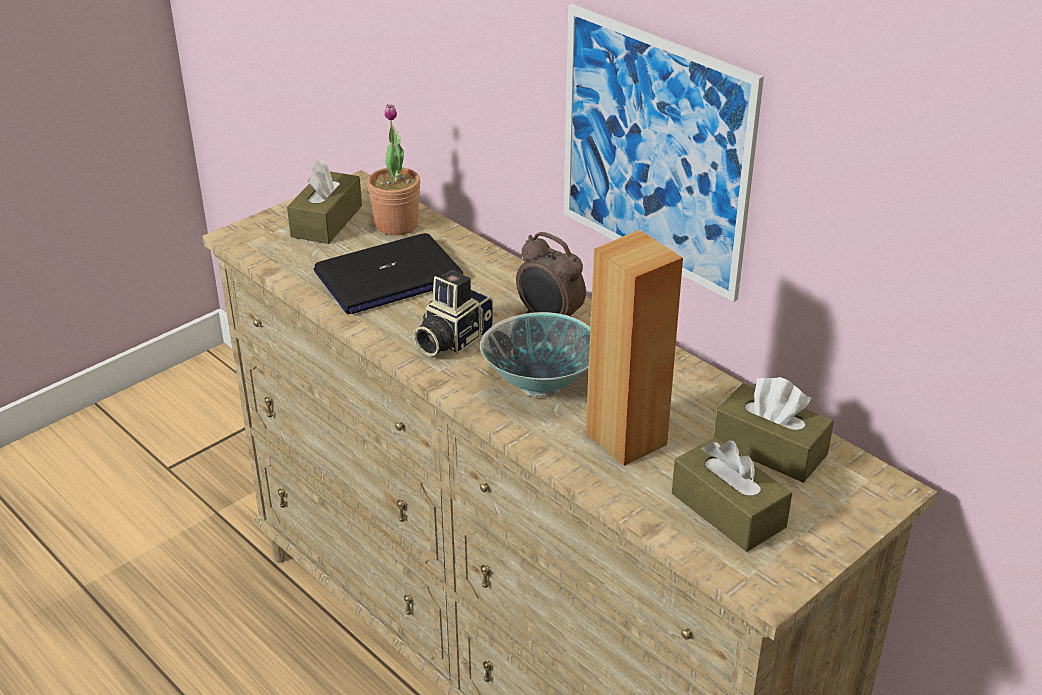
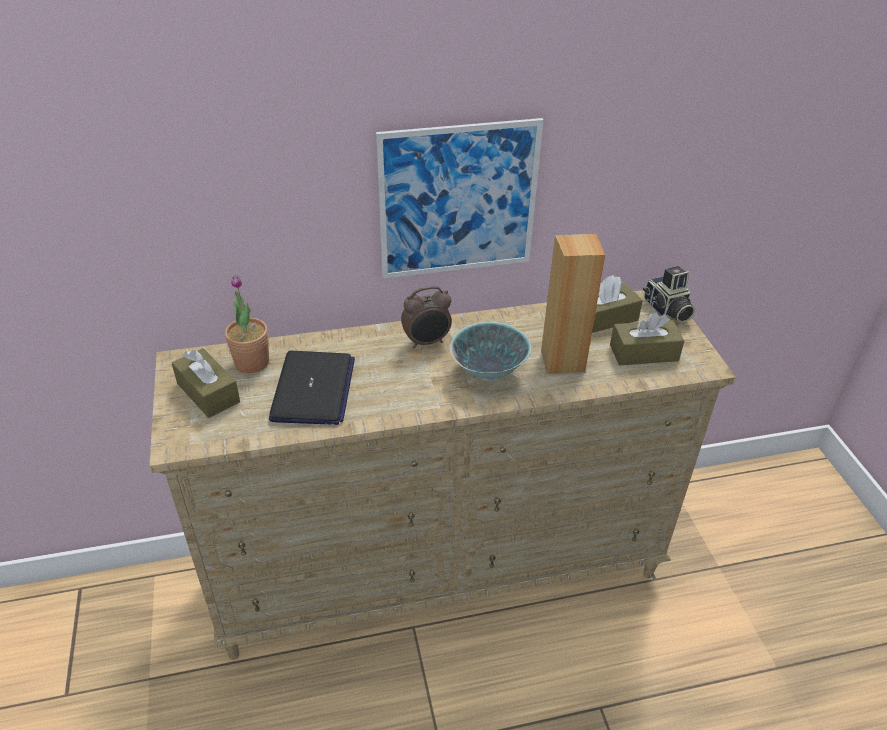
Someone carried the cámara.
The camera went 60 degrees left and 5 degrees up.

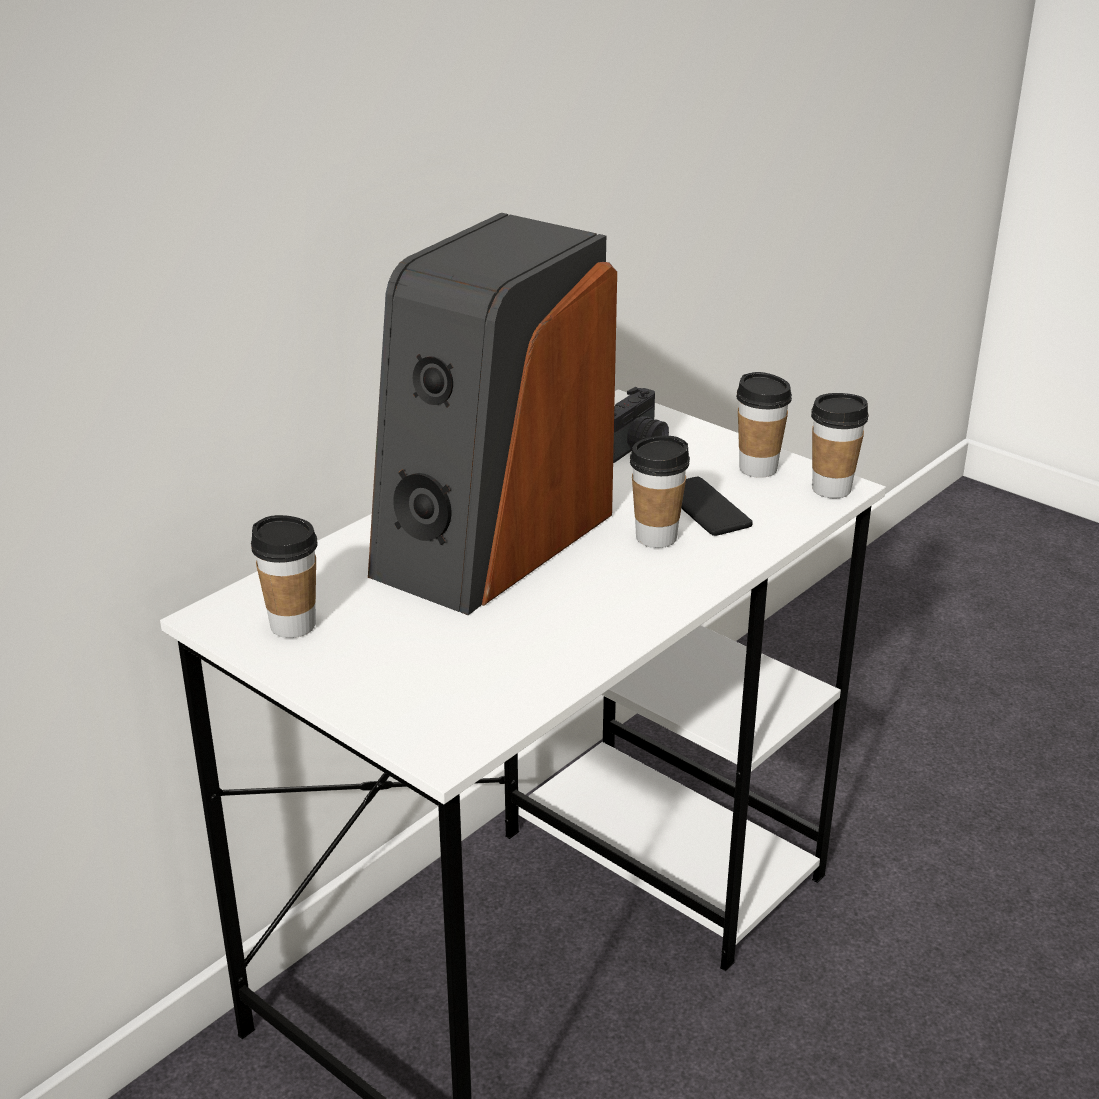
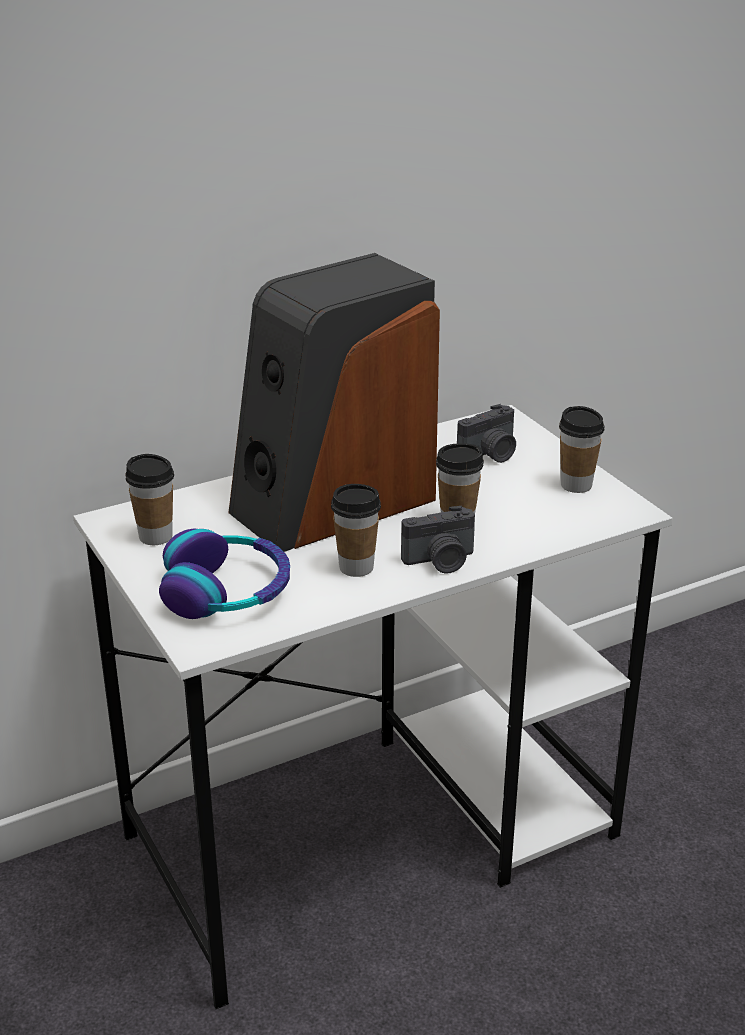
Someone took away the móvil.
Someone put down the auriculares.
Someone put down the cámara (1st from left).
Someone carried the taza (4th from left in the first image).
The camera went 20 degrees right and 0 degrees up.

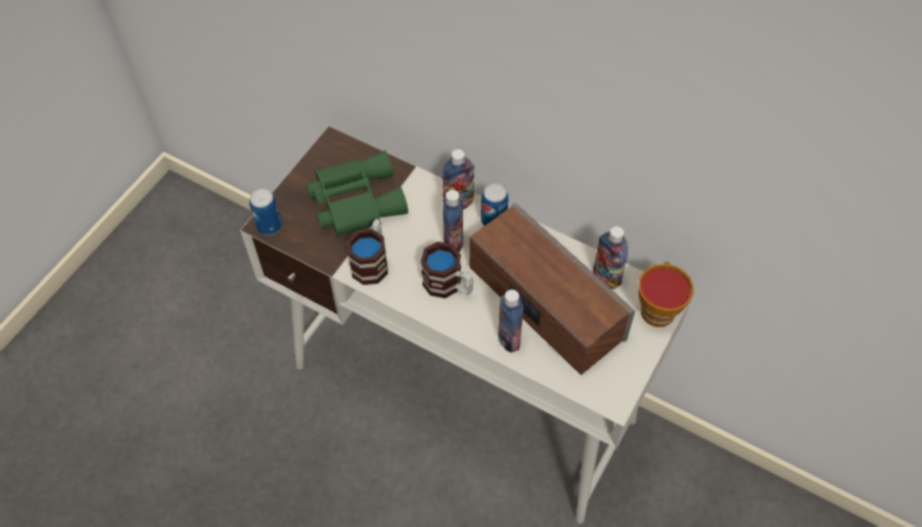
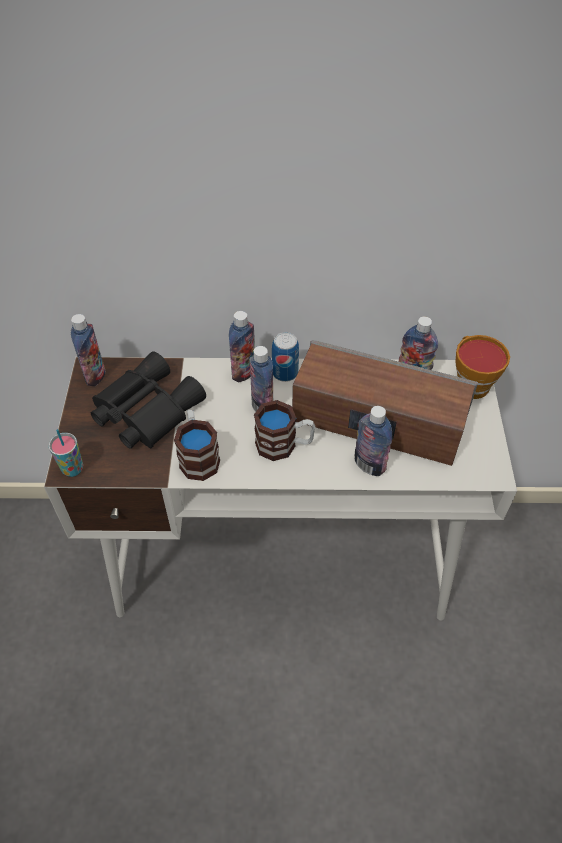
Someone put down the botella (1st from left).
Someone swapped the lata (1st from left) for the taza (1st from left).
Someone repainted the prismáticos/verde, which became the prismáticos/negro.
The camera went 30 degrees left and 5 degrees down.

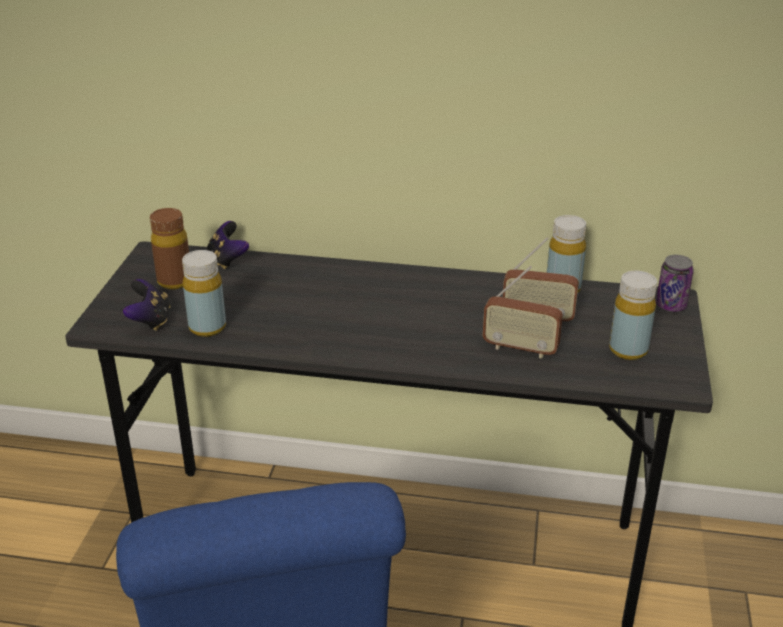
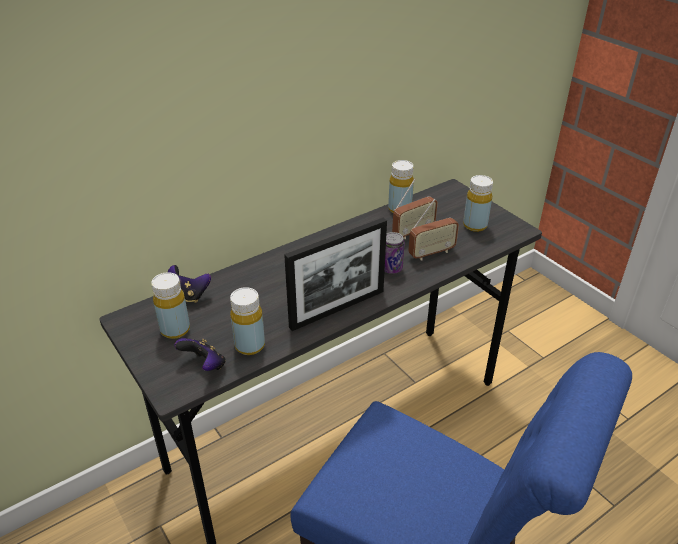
Someone put down the portarretratos.
Someone carried the lata.
Someone repainted the botella/marrón, which became the botella/amarillo (1st from left).
The camera went 45 degrees left and 5 degrees up.

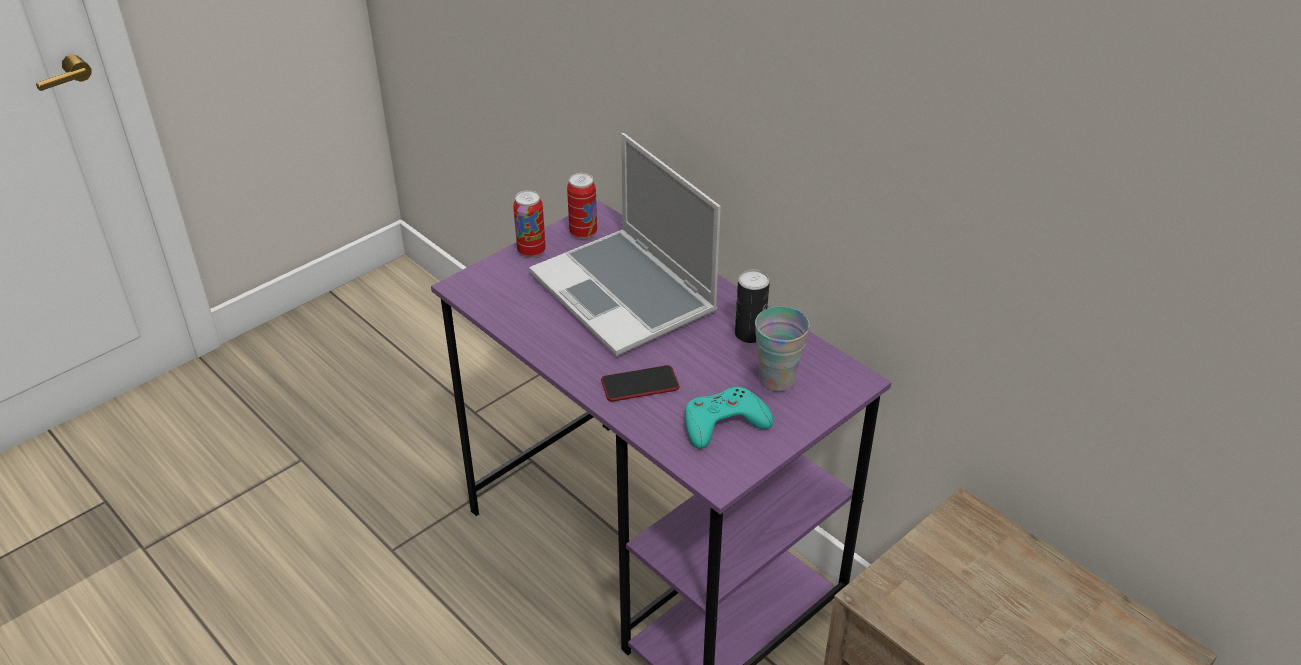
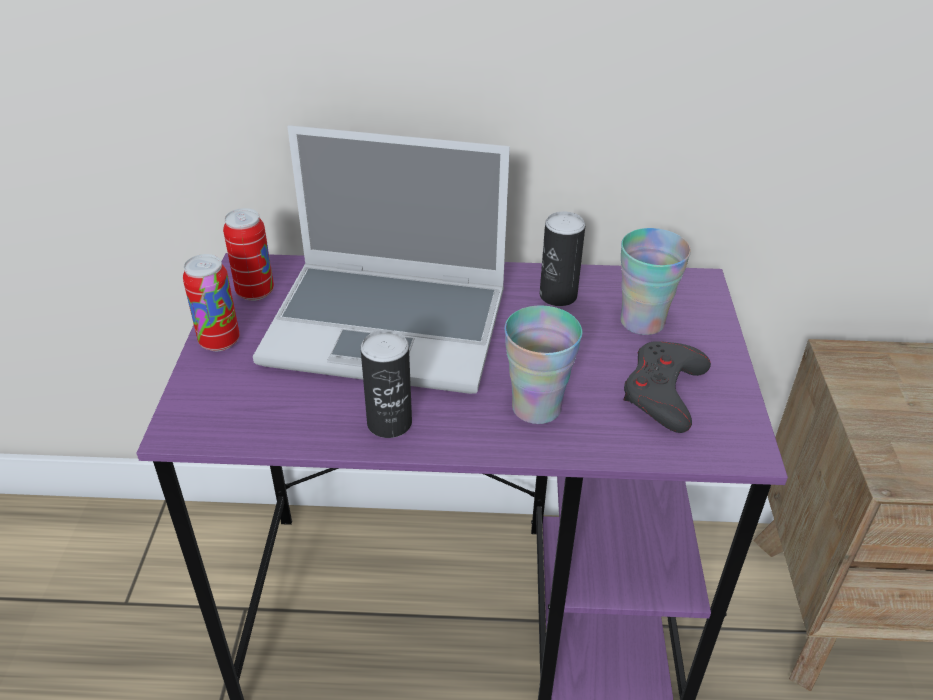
Someone put down the lata (3rd from left).
Someone swapped the móvil for the taza (1st from left).
Someone repainted the mando de consola/turquesa, which became the mando de consola/gris.
The camera went 45 degrees left and 0 degrees up.

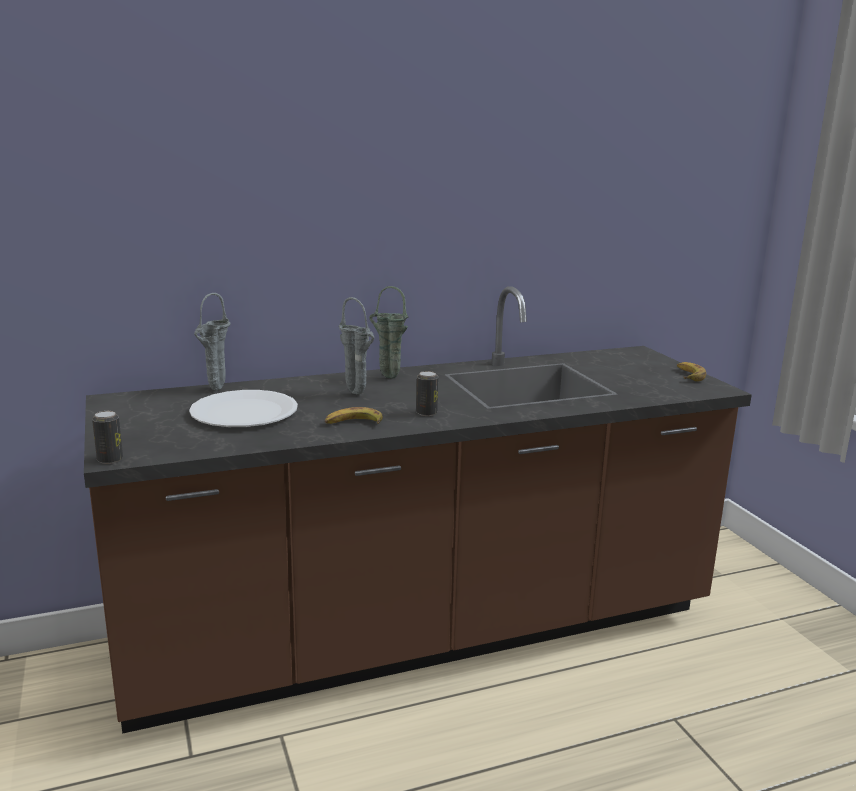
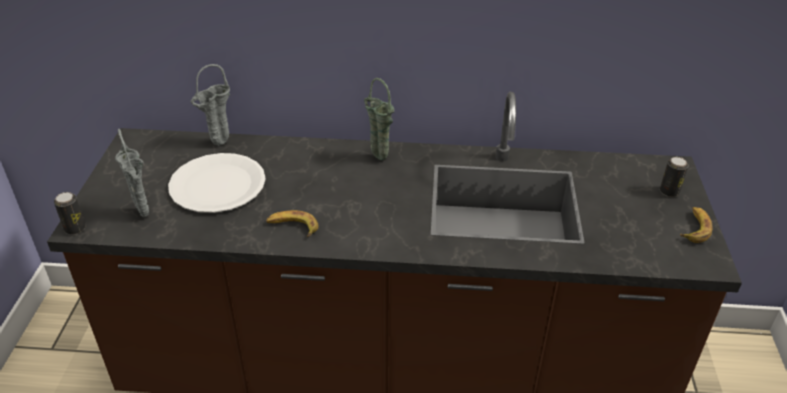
Someone carried the florero/gris (2nd from left in the first image).
Someone carried the lata (2nd from left).
The camera went 25 degrees right and 20 degrees up.

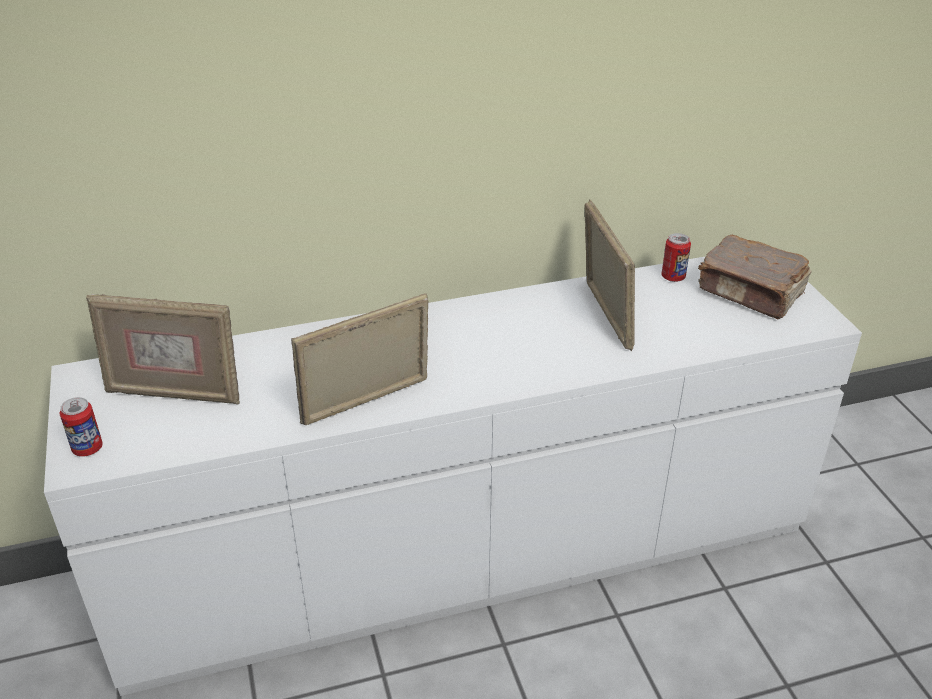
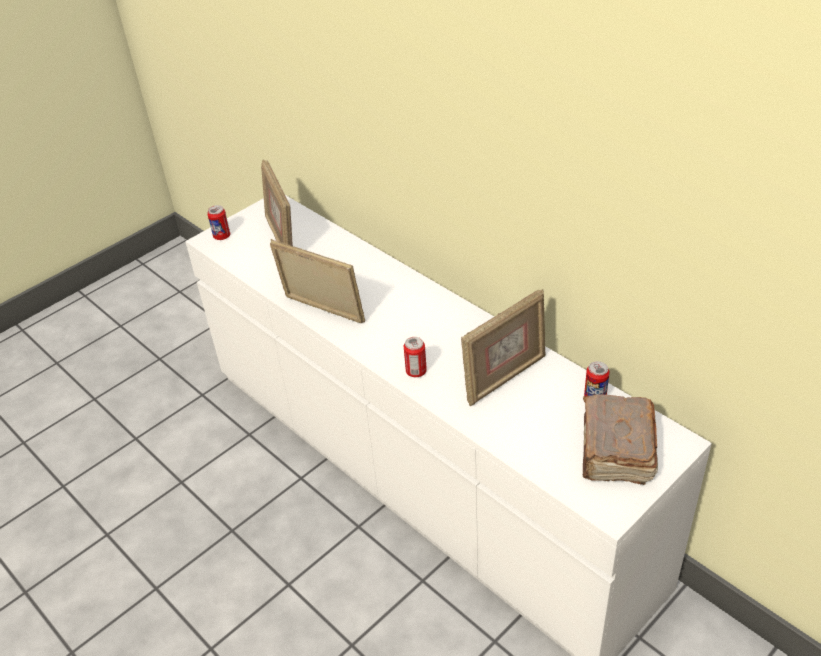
Someone put down the lata (2nd from left).
The camera went 65 degrees right and 5 degrees up.

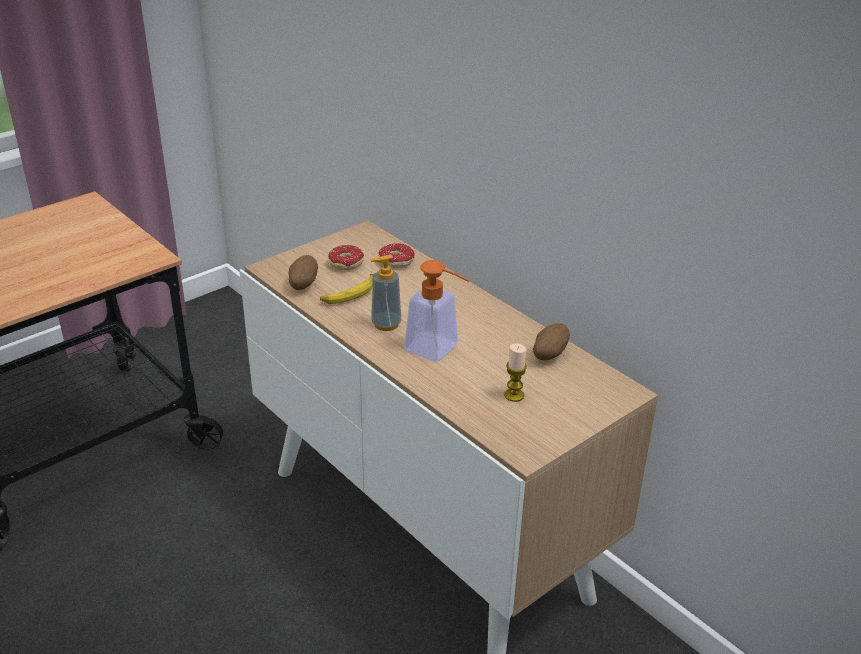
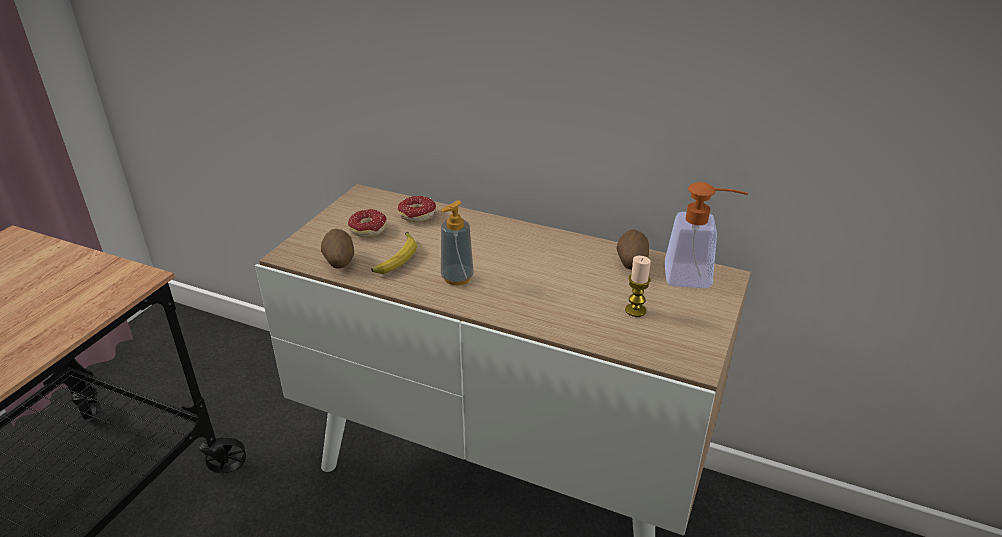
Someone carried the dispensador de jabón (2nd from left).
The camera went 25 degrees left and 0 degrees up.

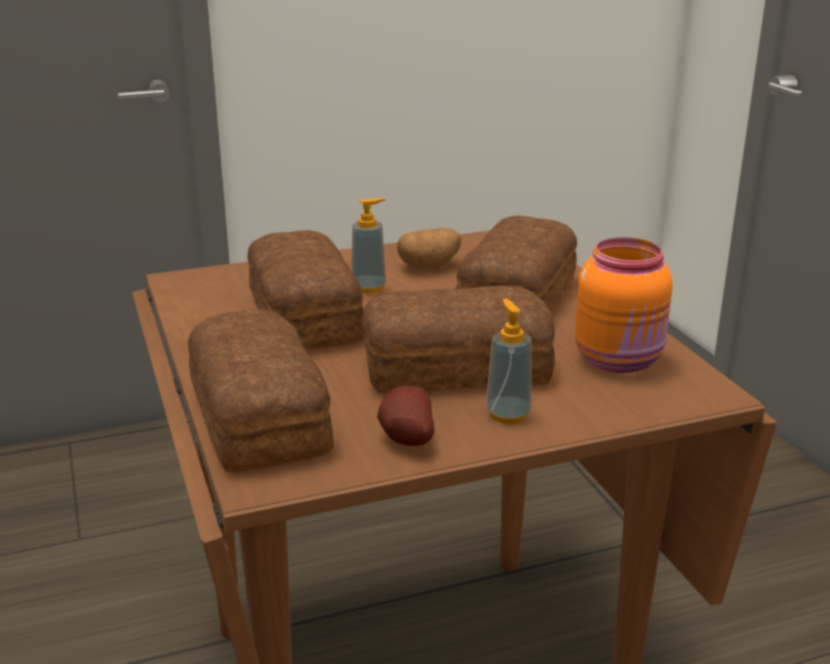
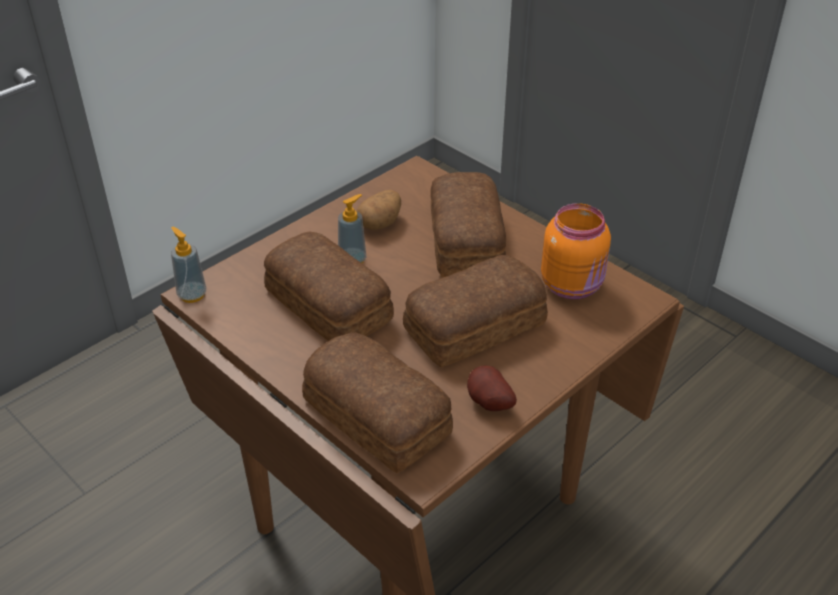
Someone carried the dispensador de jabón (2nd from left in the first image).
The camera went 25 degrees left and 15 degrees up.

